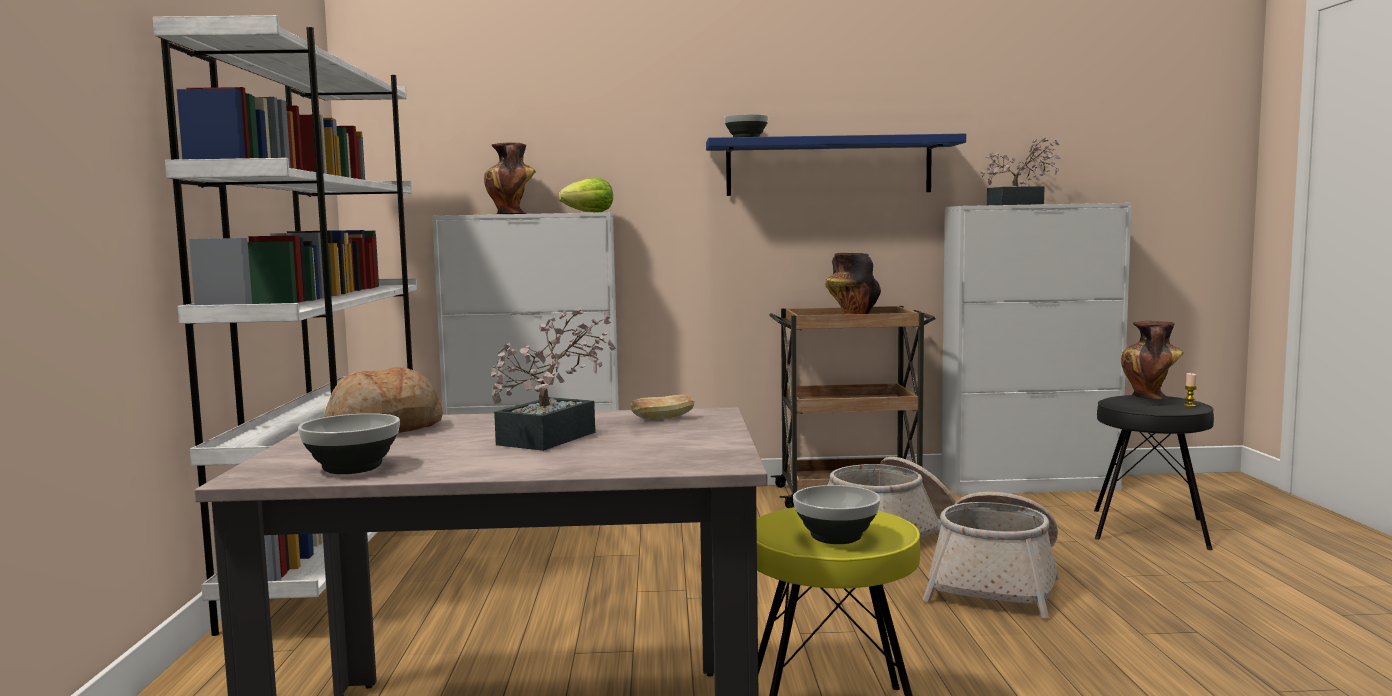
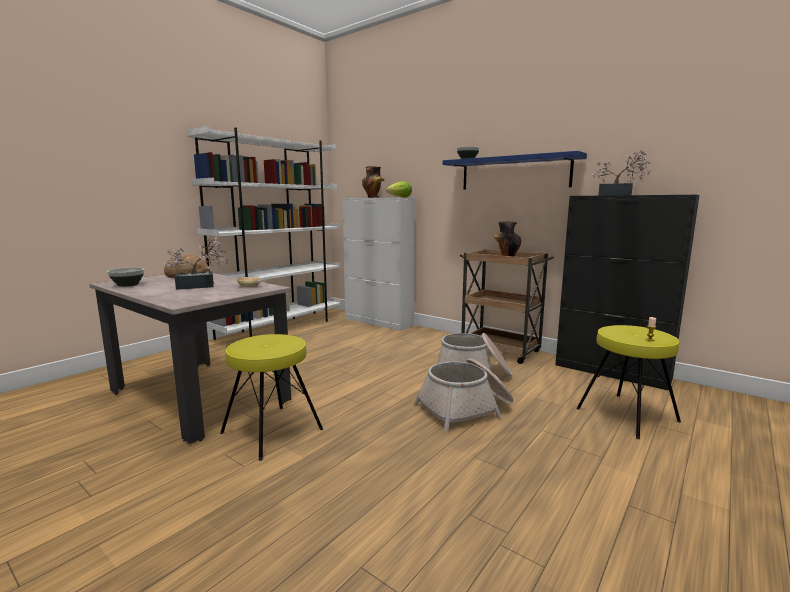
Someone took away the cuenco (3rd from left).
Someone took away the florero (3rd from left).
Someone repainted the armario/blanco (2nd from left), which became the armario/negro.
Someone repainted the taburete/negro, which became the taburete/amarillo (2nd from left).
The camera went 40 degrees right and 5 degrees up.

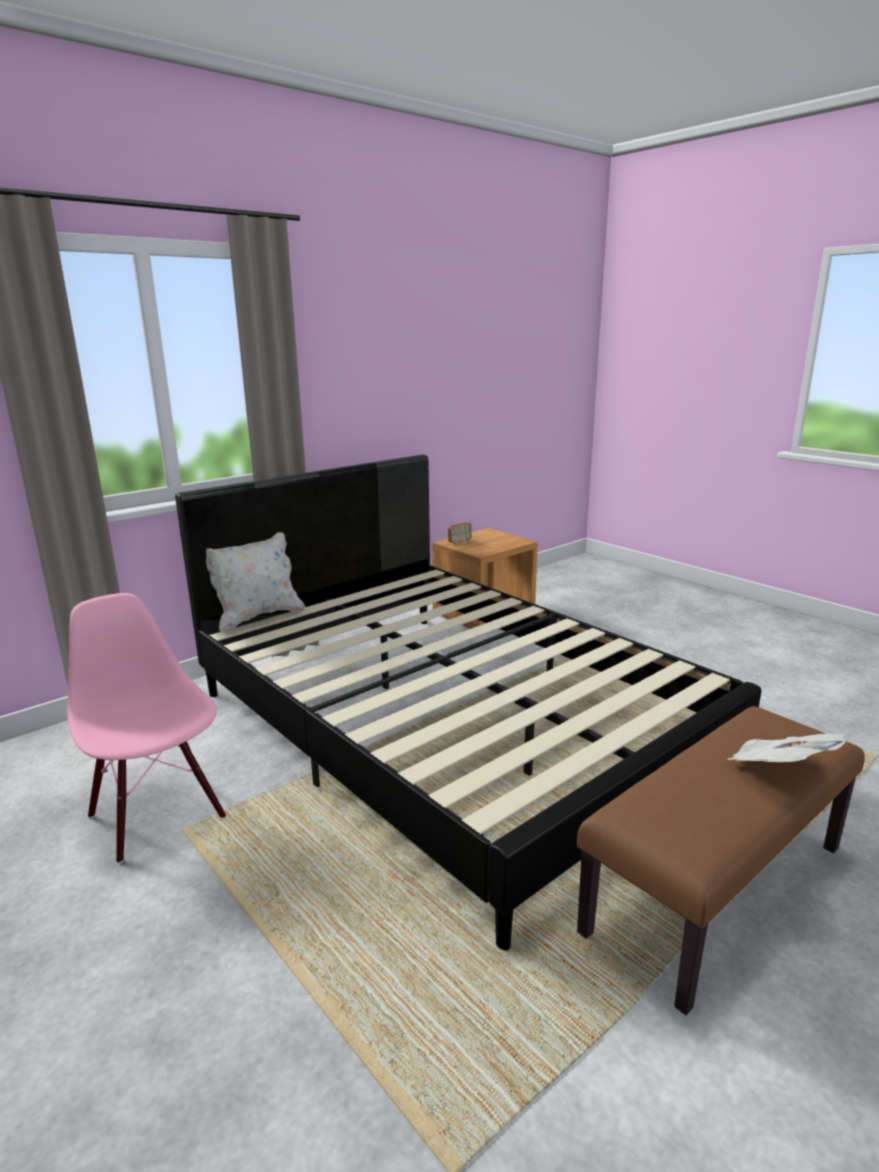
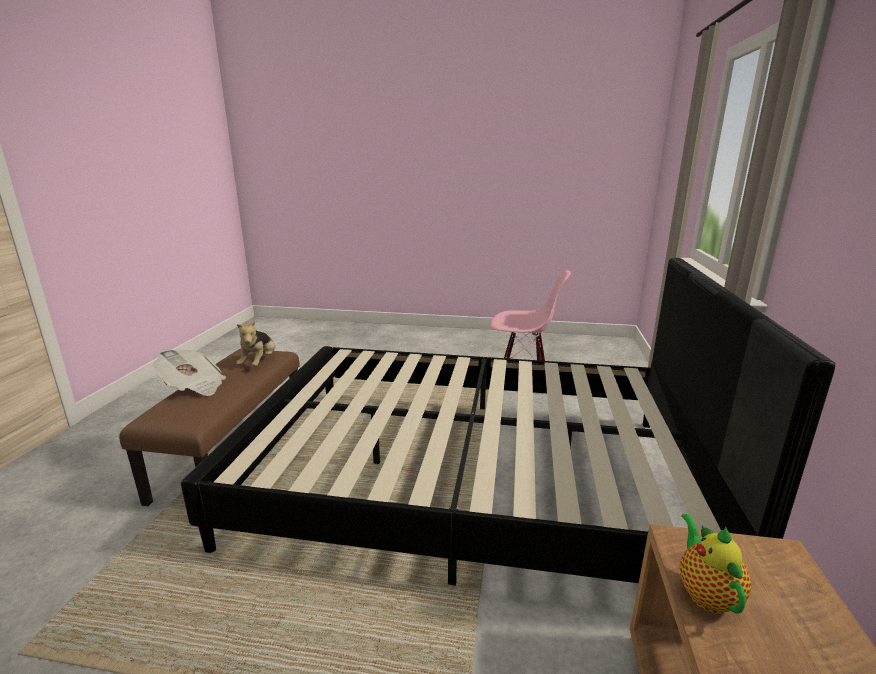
Someone took away the cojín/blanco.
Someone took away the radio.
Someone put down the peluche.
Someone put down the tetera.
The camera went 140 degrees right and 0 degrees up.

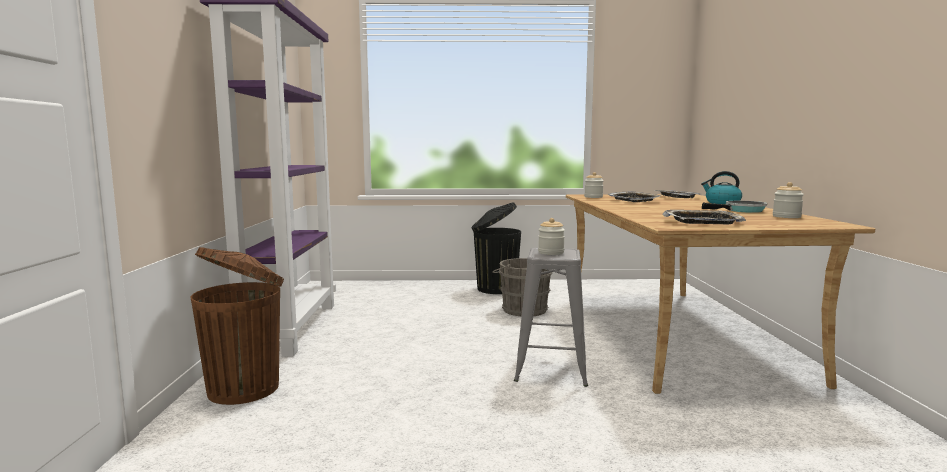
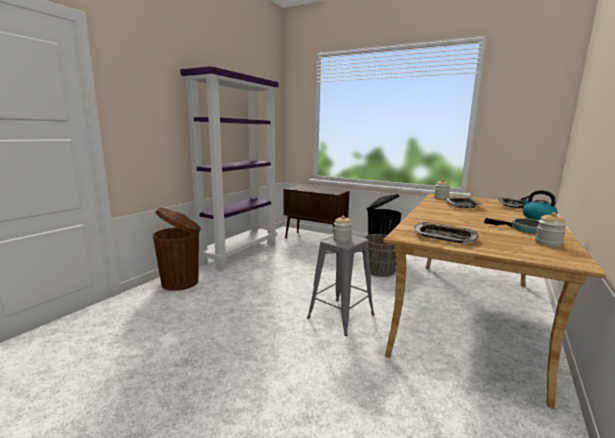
Someone put down the armario/marrón.
The camera went 30 degrees right and 5 degrees up.

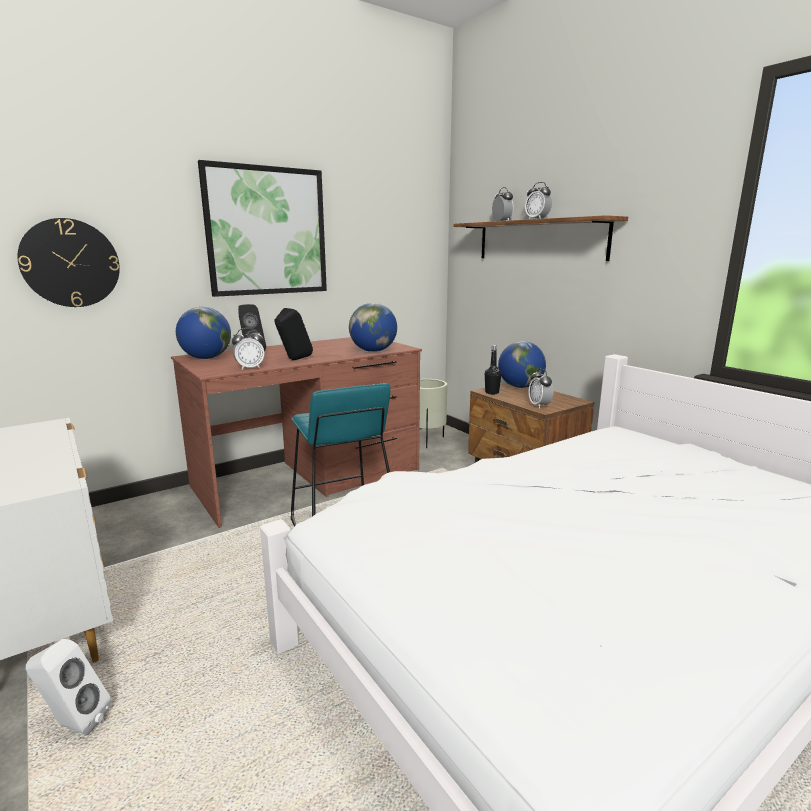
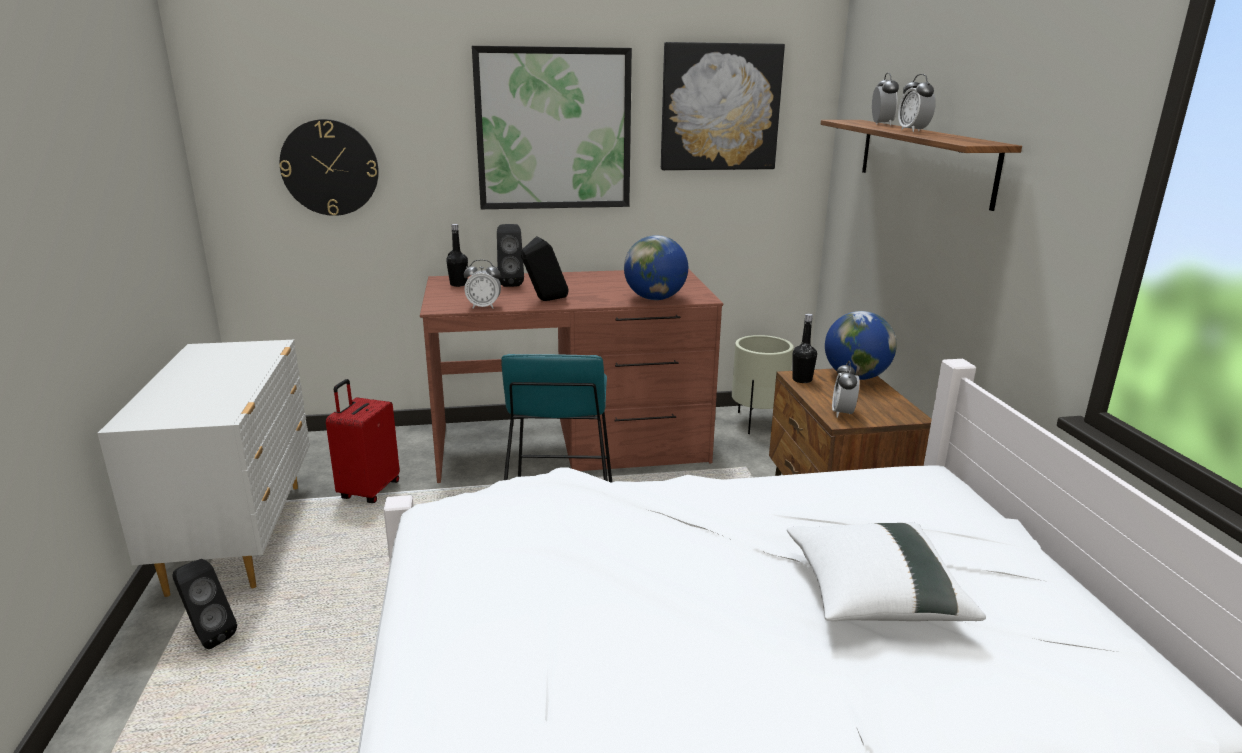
Someone put down the maleta/rojo.
Someone put up the cuadro (2nd from left).
Someone put down the cojín/blanco.
Someone swapped the globo terráqueo (1st from left) for the botella/negro (1st from left).
Someone repainted the altavoz/blanco, which became the altavoz/negro (1st from left).
The camera went 25 degrees right and 5 degrees up.

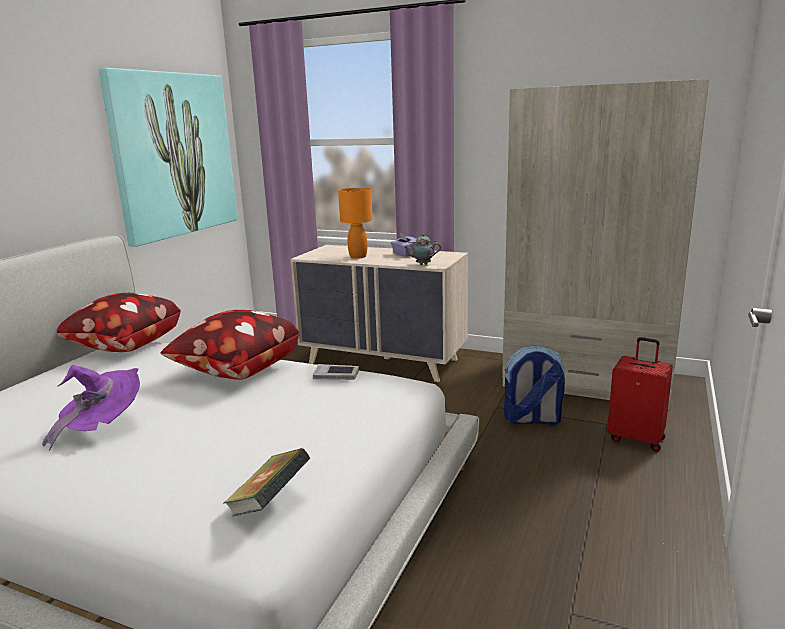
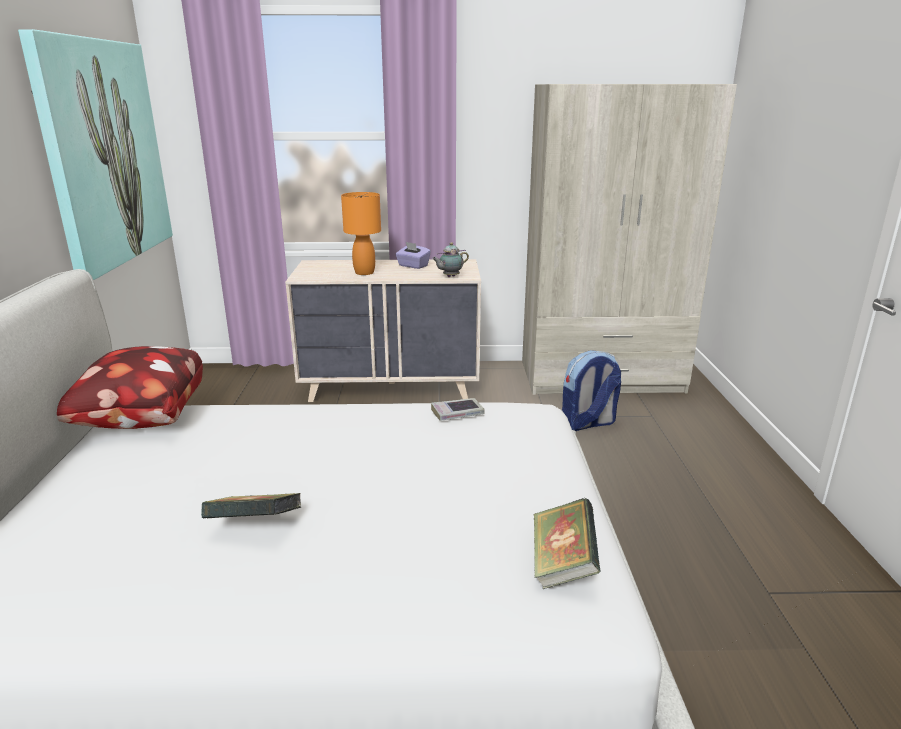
Someone took away the cojín (2nd from left).
Someone took away the maleta/rojo.
Someone swapped the sombrero/morado for the libro (1st from left).
The camera went 25 degrees left and 5 degrees up.

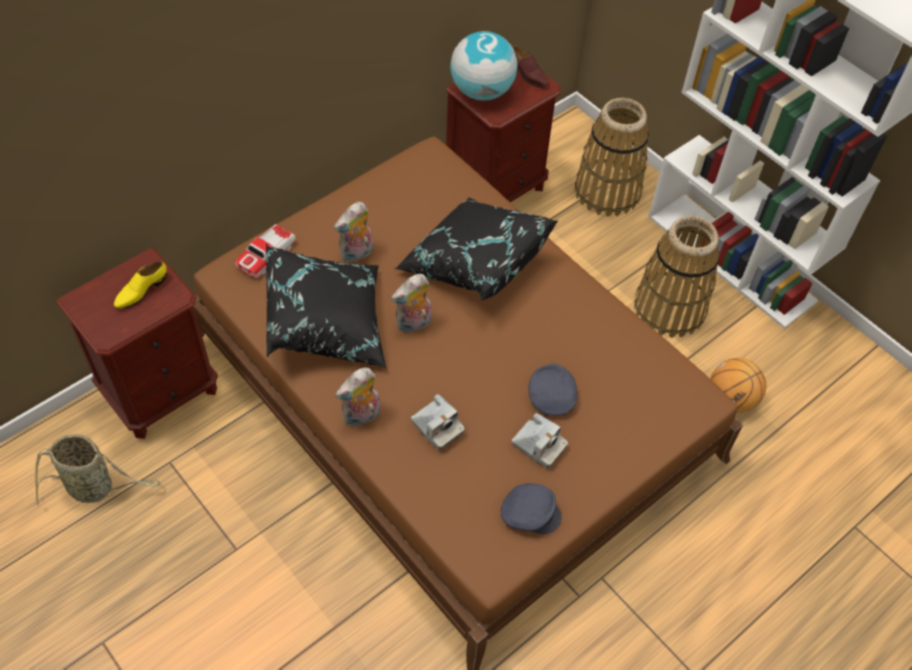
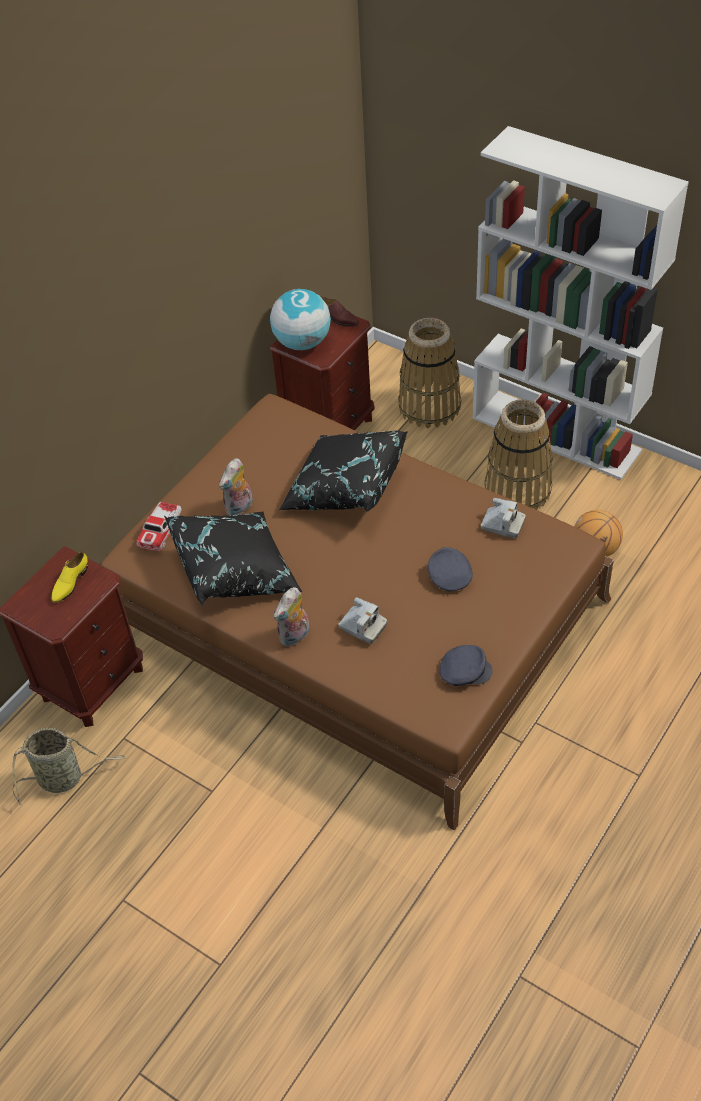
Someone took away the peluche (3rd from left).
Someone carried the cámara (2nd from left).
The camera went 10 degrees left and 5 degrees down.

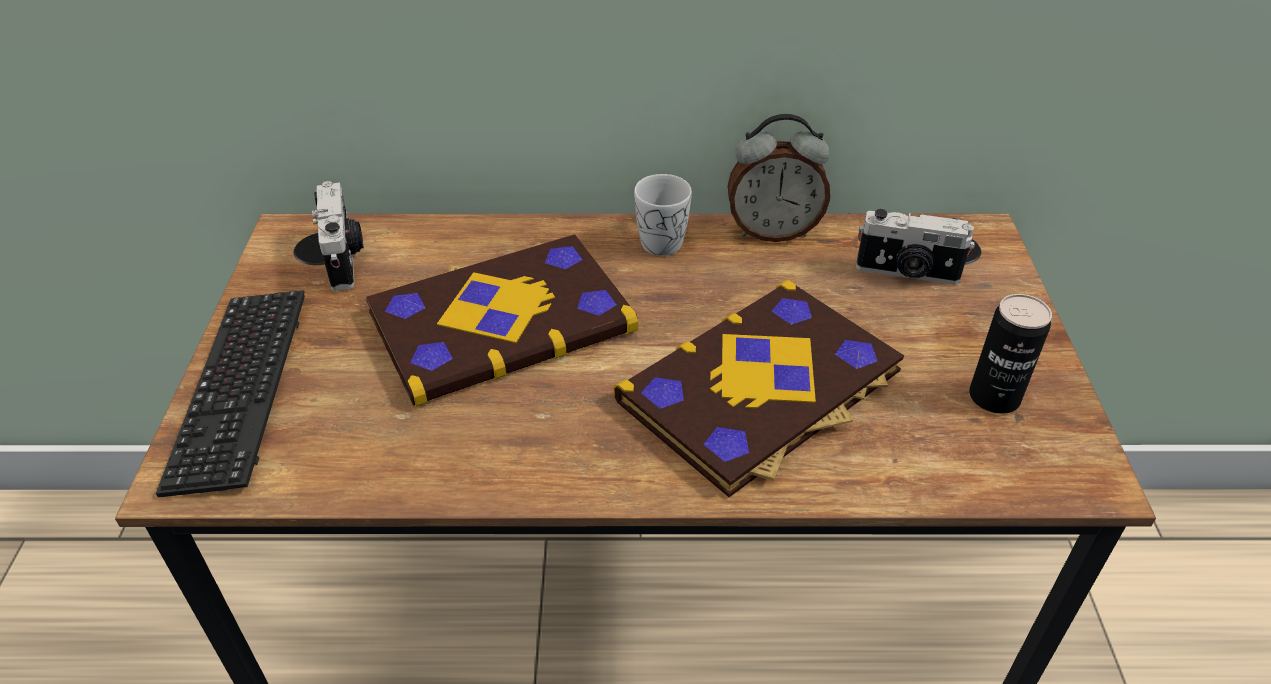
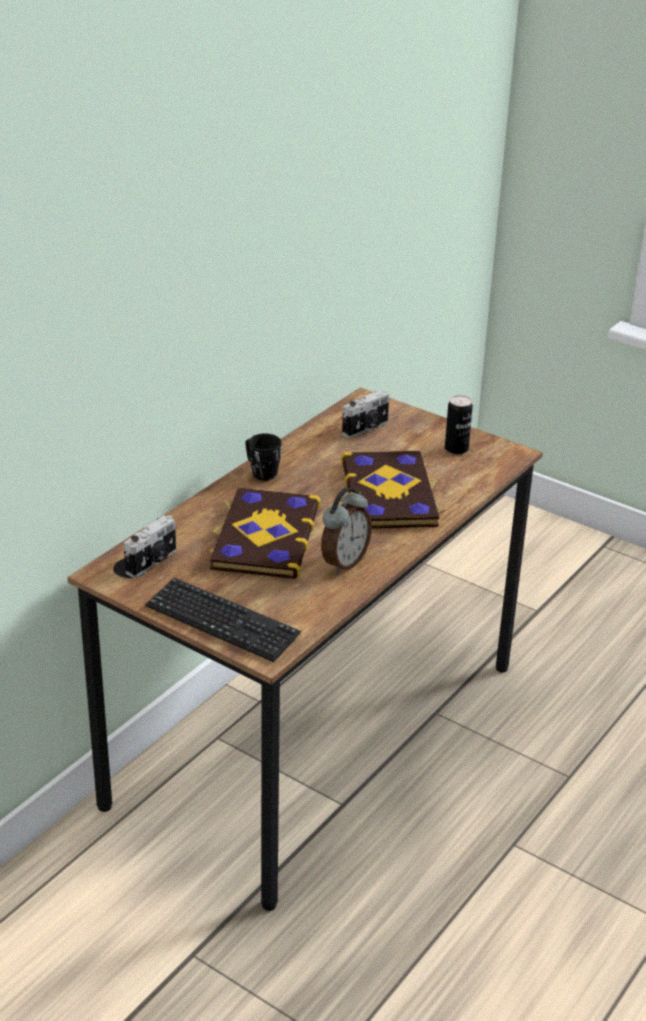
Someone carried the despertador.
Someone repainted the taza grande/blanco, which became the taza grande/negro.
Someone rotated the cámara (1st from left) by 105 degrees clockwise.
The camera went 55 degrees left and 10 degrees down.

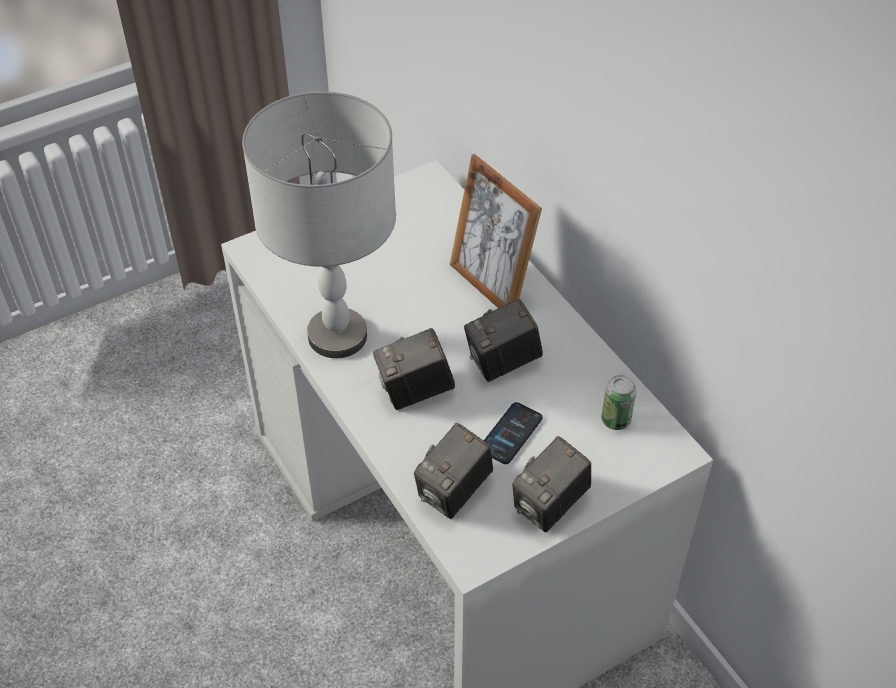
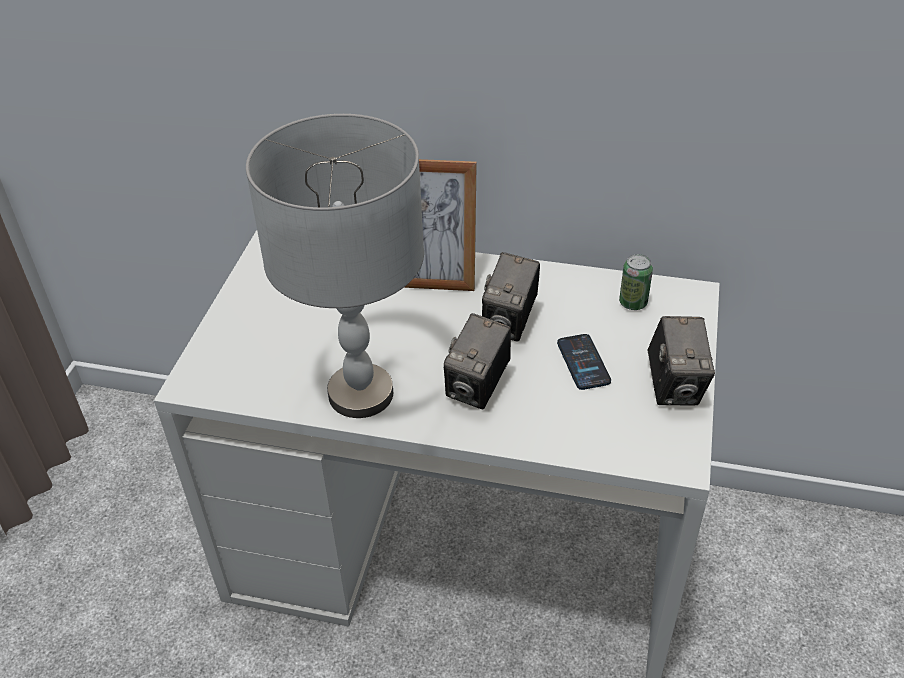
Someone took away the cámara (2nd from left).
The camera went 45 degrees left and 5 degrees down.

